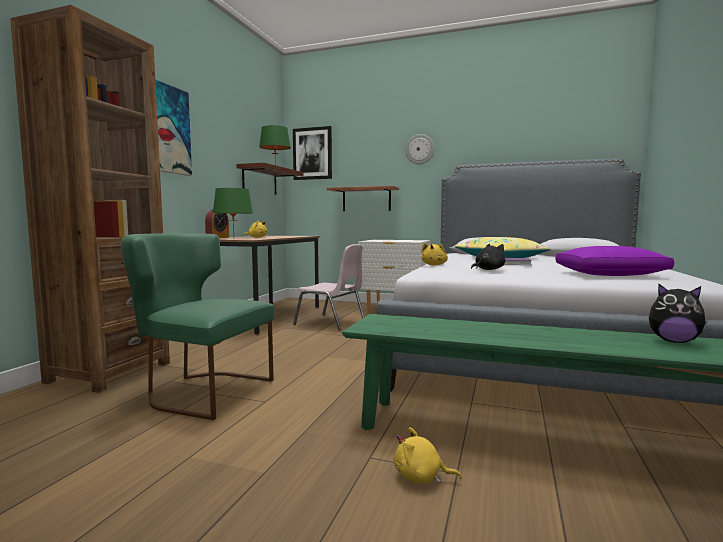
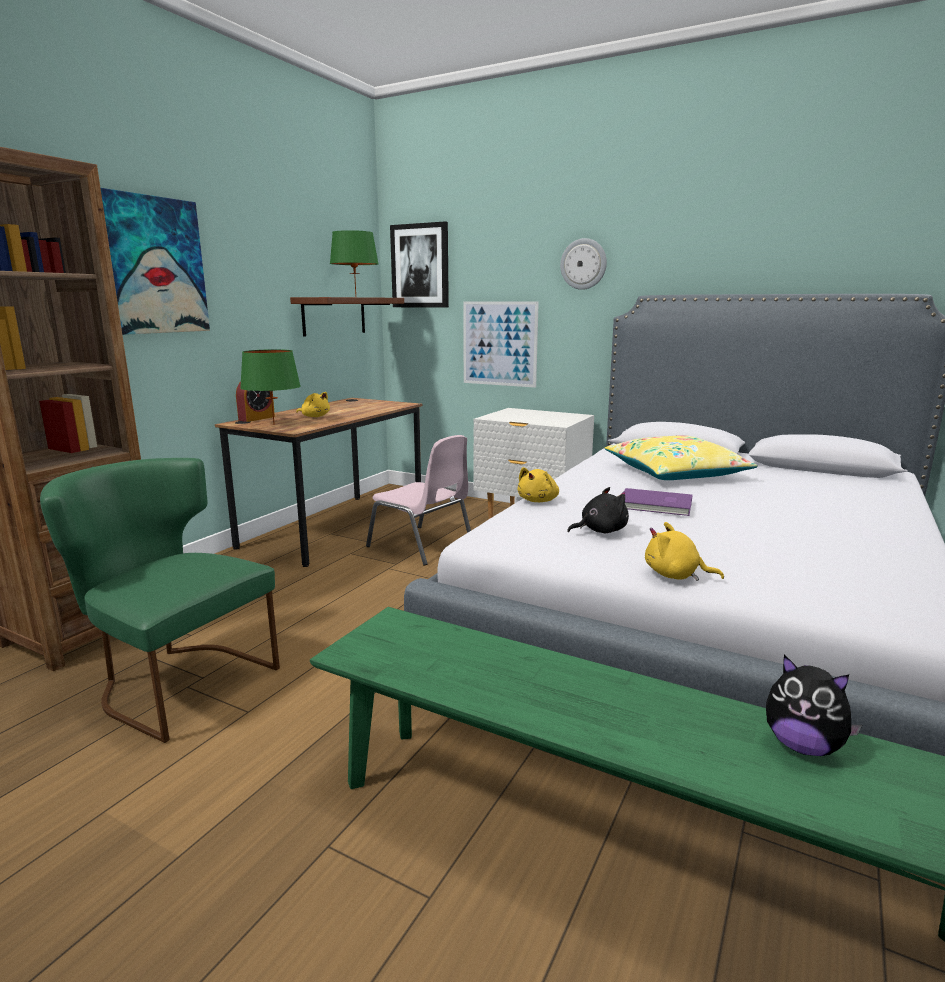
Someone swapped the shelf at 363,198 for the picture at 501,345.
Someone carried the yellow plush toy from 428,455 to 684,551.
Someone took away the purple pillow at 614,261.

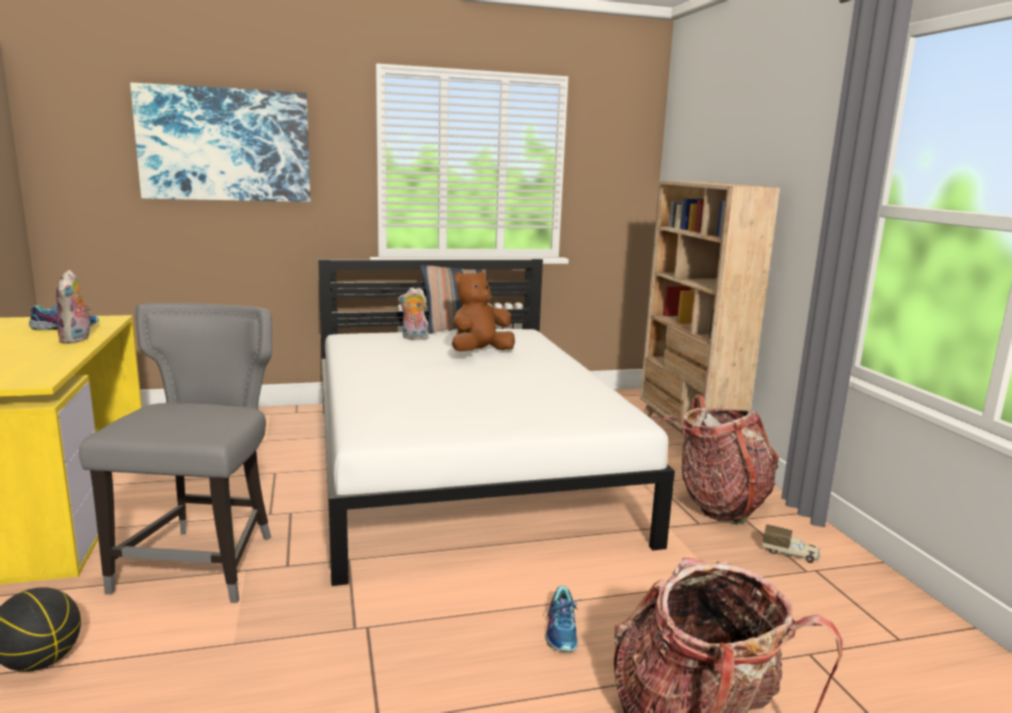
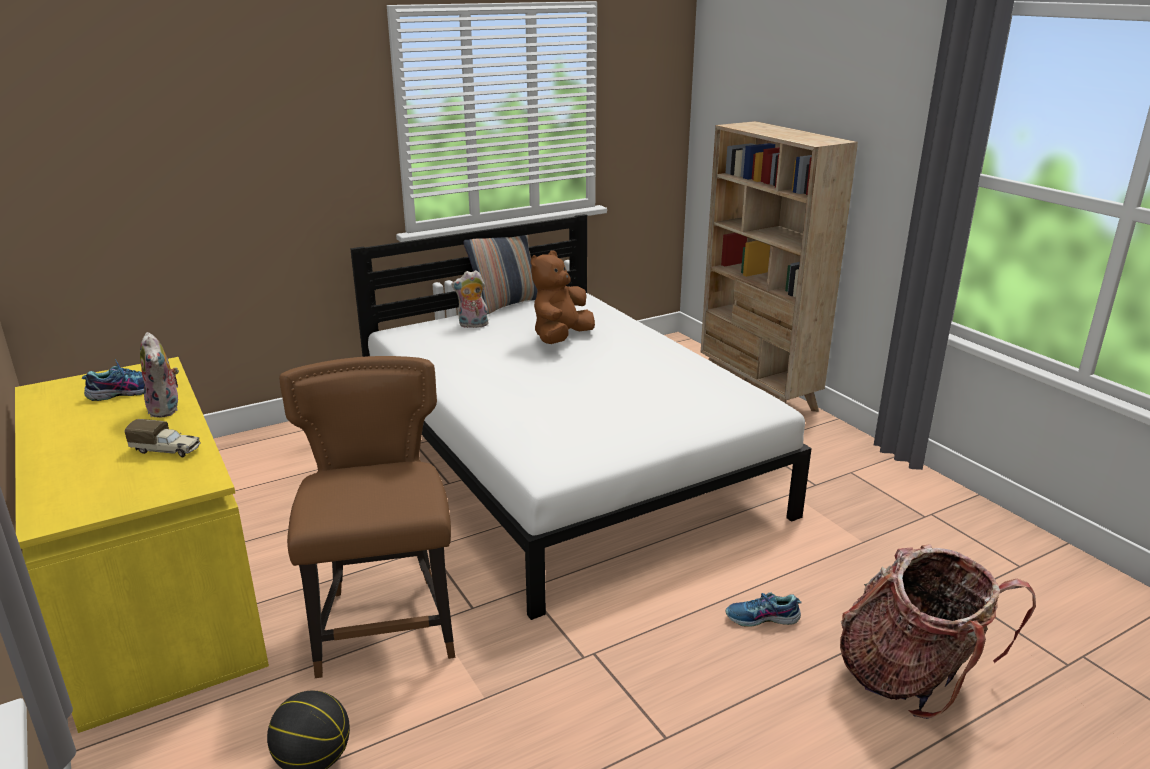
Someone repainted the grey chair at 175,453, which became the brown chair at 367,517.
Someone took away the picture at 220,142.
Someone rotated the shoe at 563,619 by 105 degrees clockwise.
Someone took away the backpack at 718,459.
Someone carried the toy truck from 791,543 to 163,438.

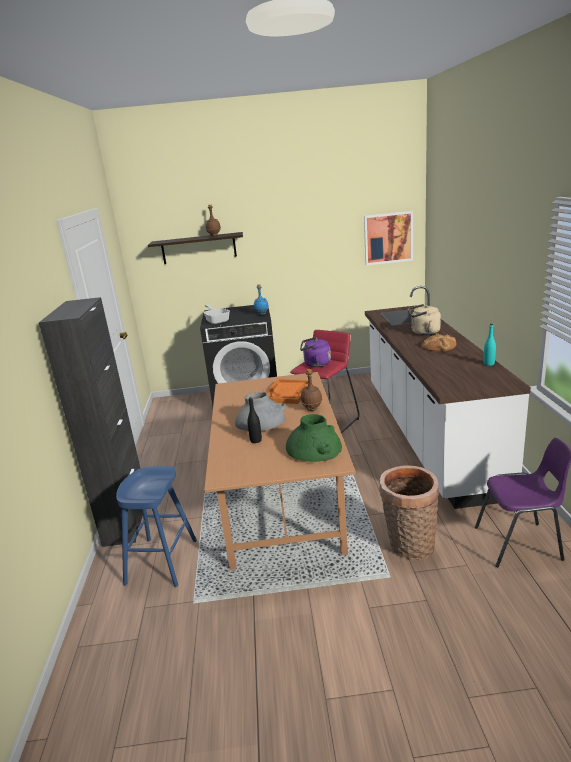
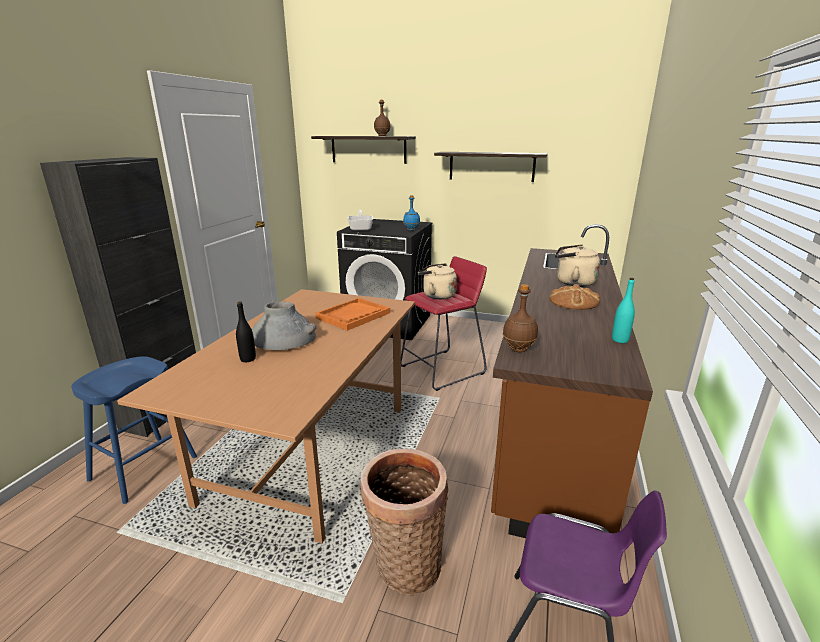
Someone took away the green vase at 314,438.
Someone repainted the purple kettle at 315,352, which became the beige kettle at 437,281.
Someone carried the brown bottle from 311,390 to 520,318.
Someone took away the picture at 388,238.
Someone repainted the white counter at 448,397, which became the brown counter at 572,381.
Someone put up the shelf at 491,167.

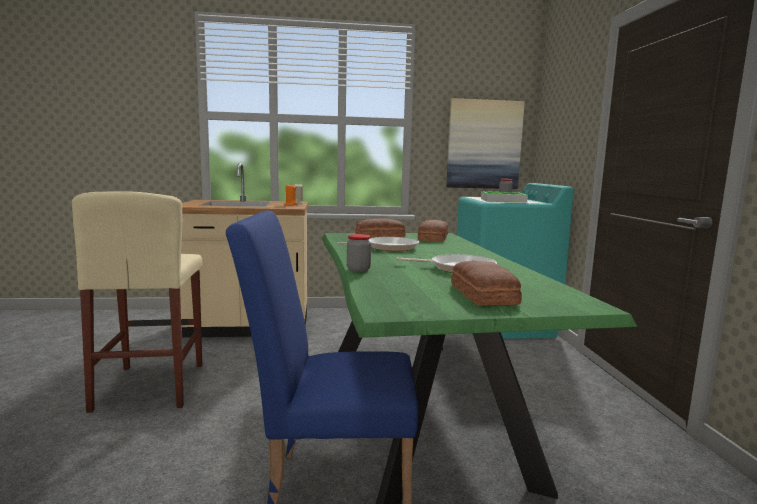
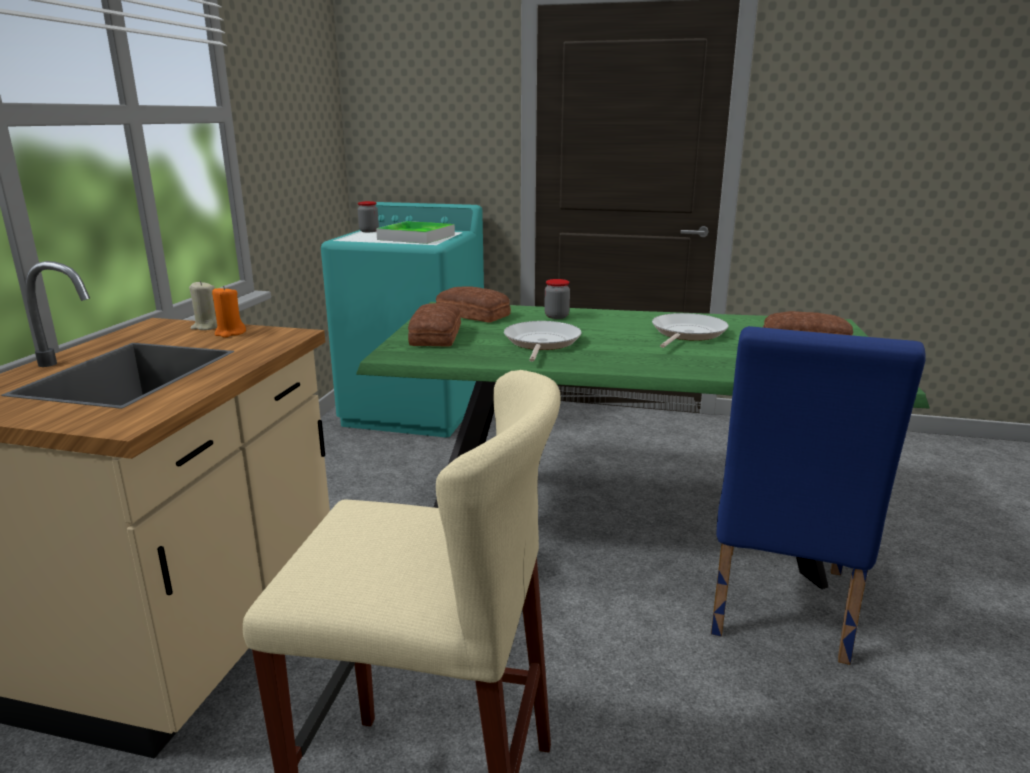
Someone carried the jar from 359,253 to 557,299.
Someone took away the picture at 485,143.

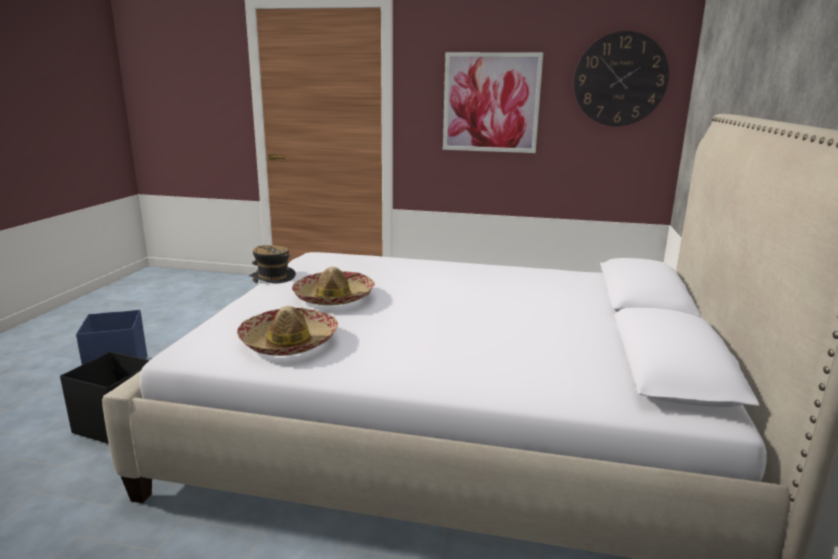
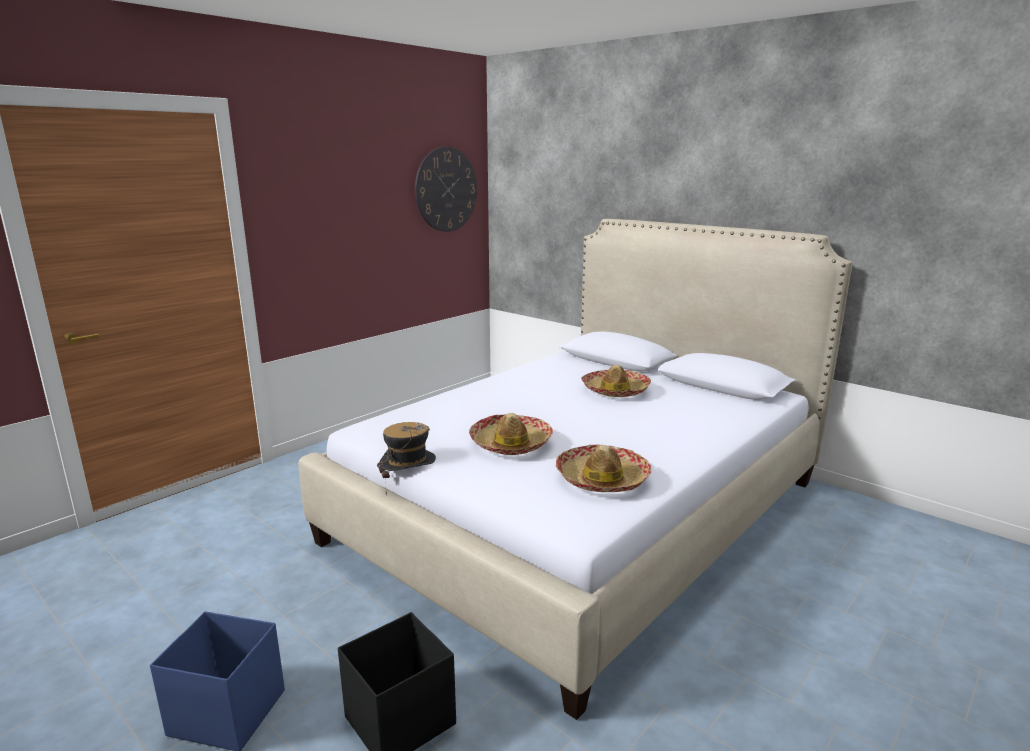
Someone took away the picture at 493,102.
Someone put down the hat at 616,381.

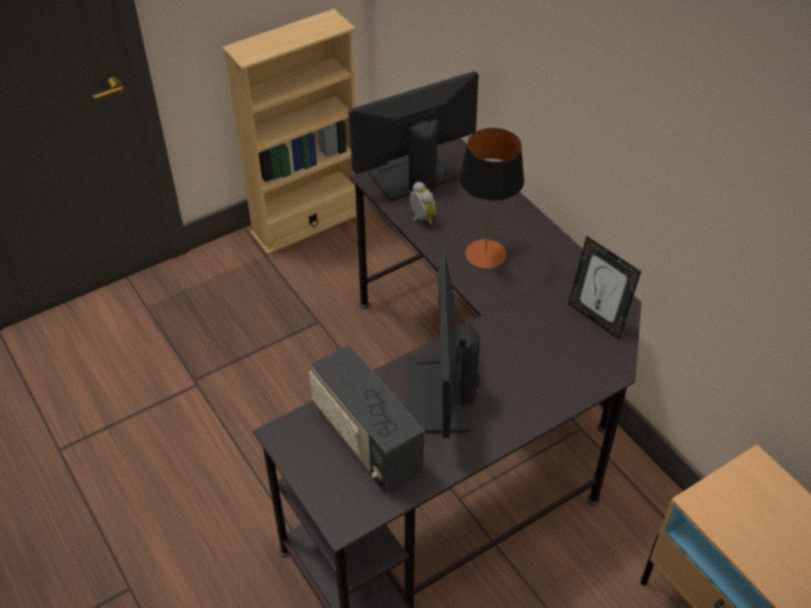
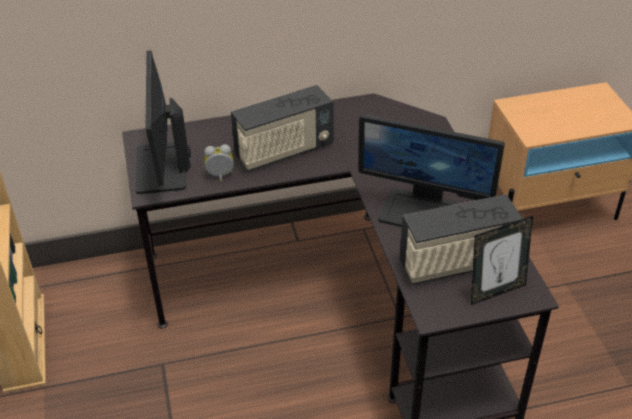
Someone swapped the table lamp at 491,198 for the radio at 282,128.
Someone carried the picture frame from 604,287 to 502,260.

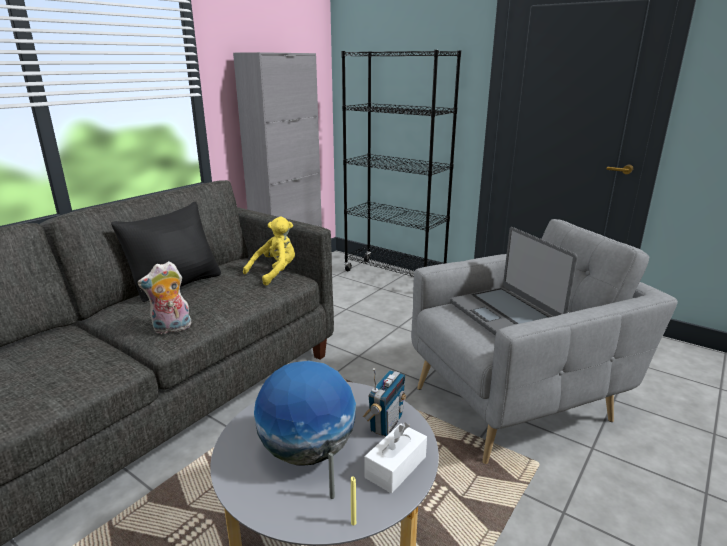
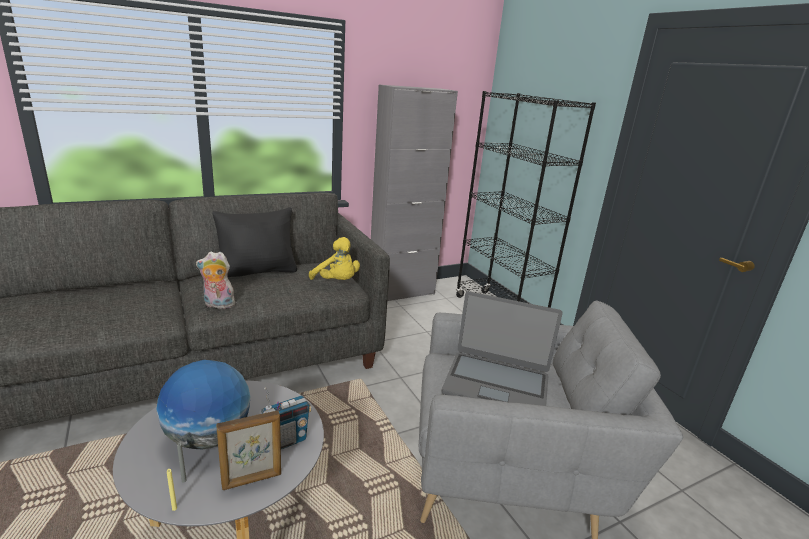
Someone rotated the yellow plush toy at 269,251 by 60 degrees clockwise.
Someone swapped the white tissue box at 395,457 for the picture frame at 248,450.
Someone rotated the laptop at 514,281 by 75 degrees counterclockwise.

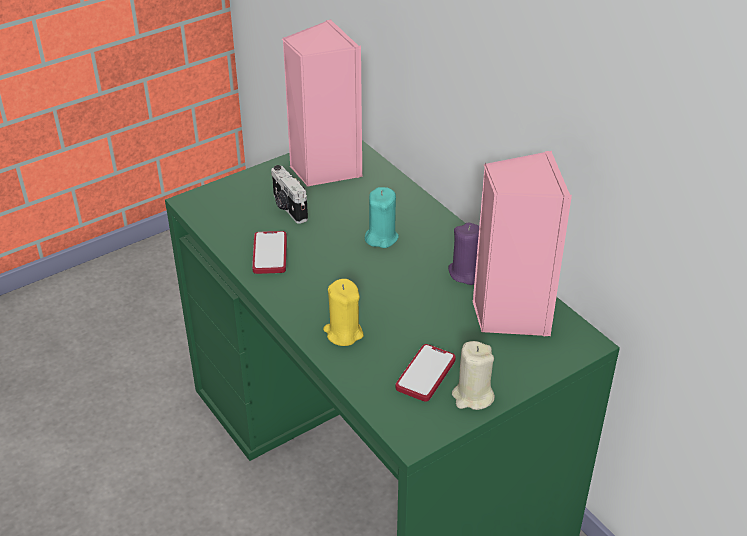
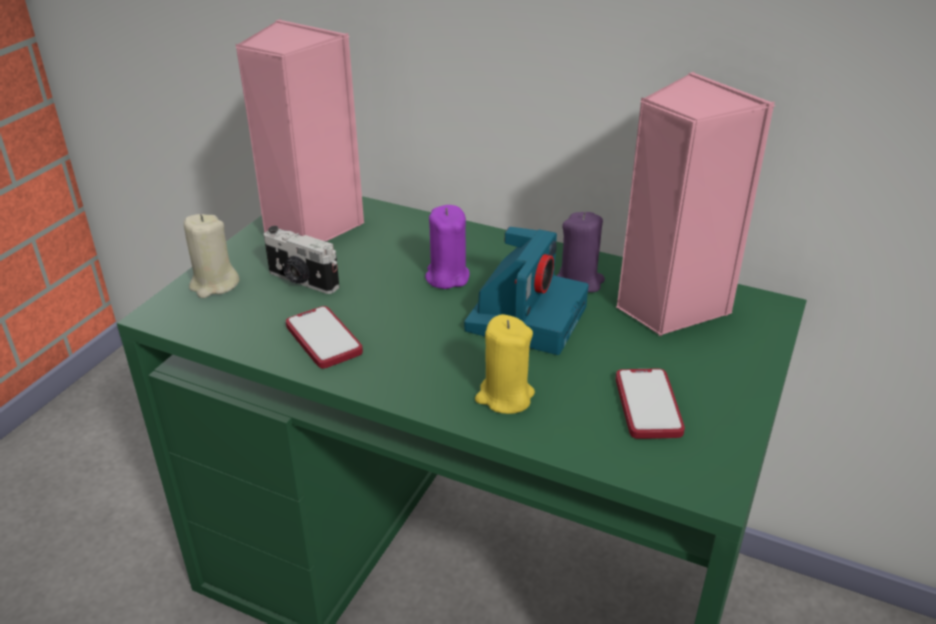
Someone repainted the turquoise candle at 382,217, which became the purple candle at 447,247.
Someone carried the beige candle from 473,375 to 211,256.
Someone put down the photo camera at 526,291.

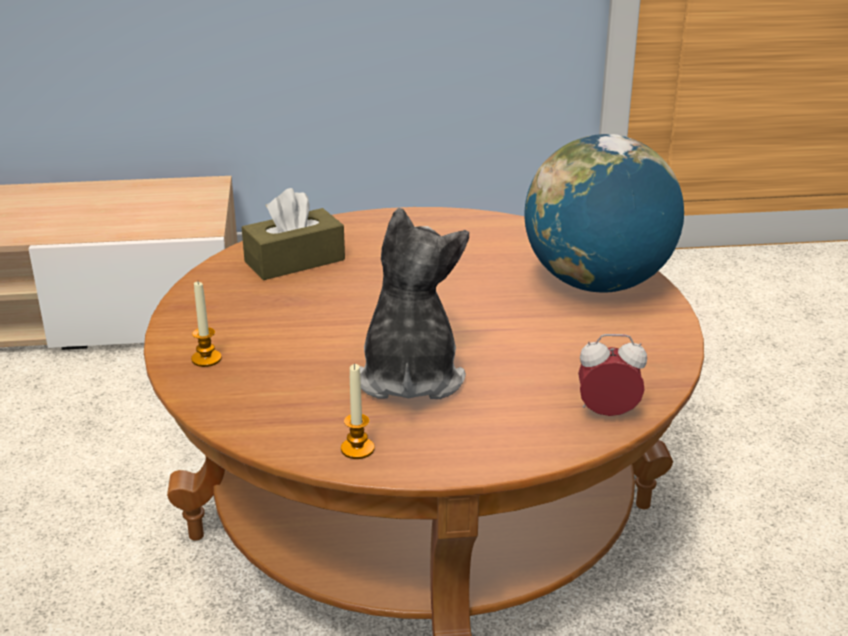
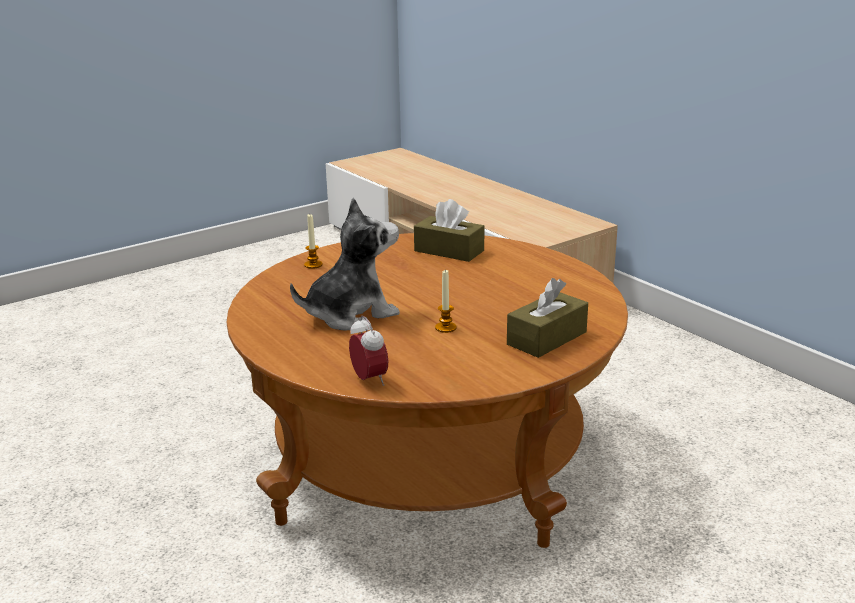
Someone carried the candle from 358,411 to 446,301.
Someone swapped the globe at 604,213 for the brown tissue box at 547,318.

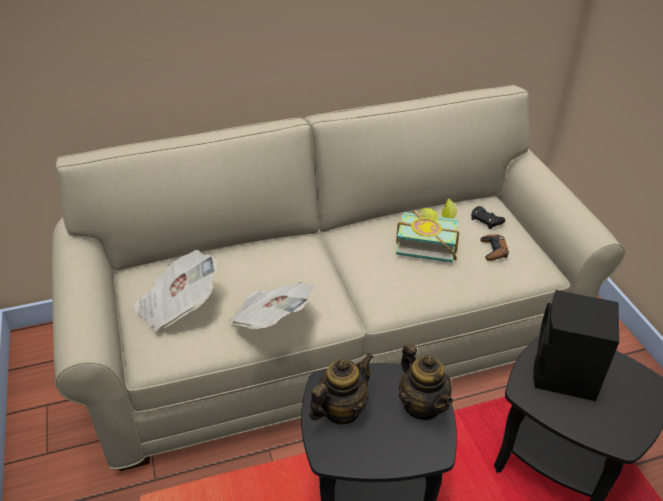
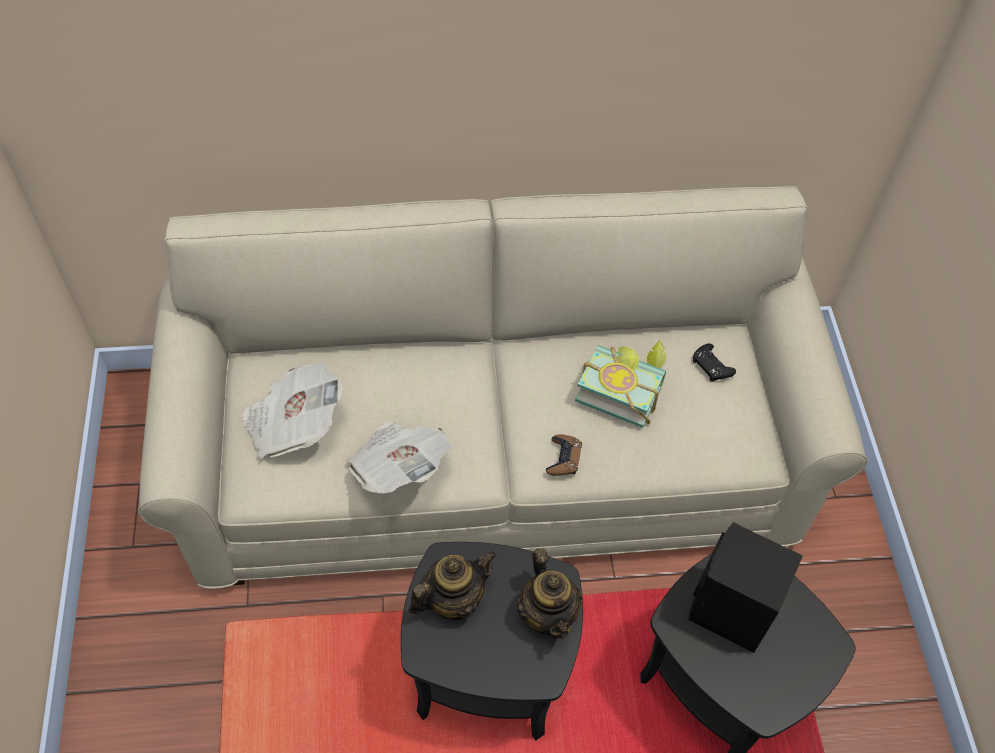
Someone carried the brown game controller from 494,247 to 564,455.

